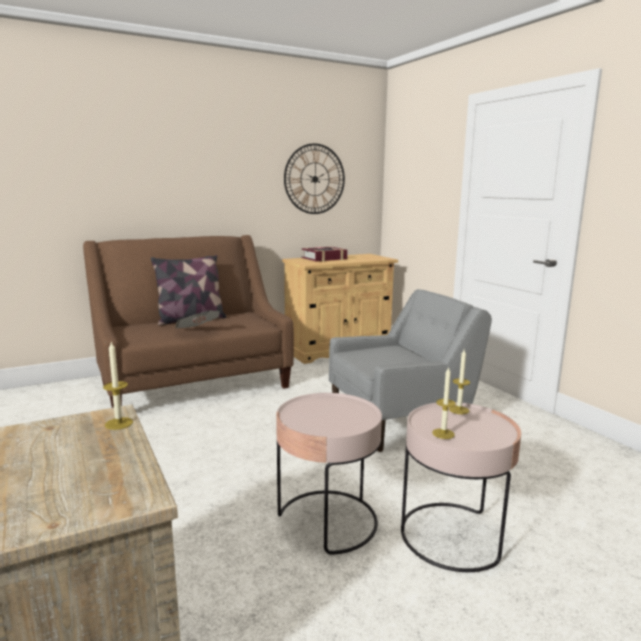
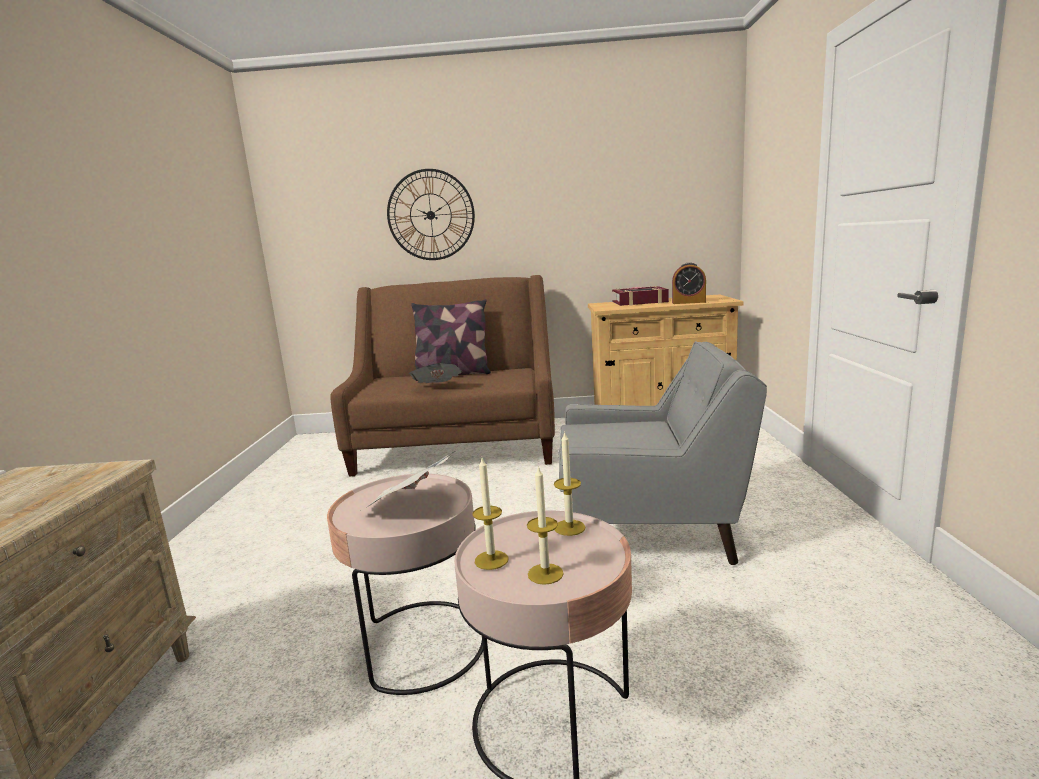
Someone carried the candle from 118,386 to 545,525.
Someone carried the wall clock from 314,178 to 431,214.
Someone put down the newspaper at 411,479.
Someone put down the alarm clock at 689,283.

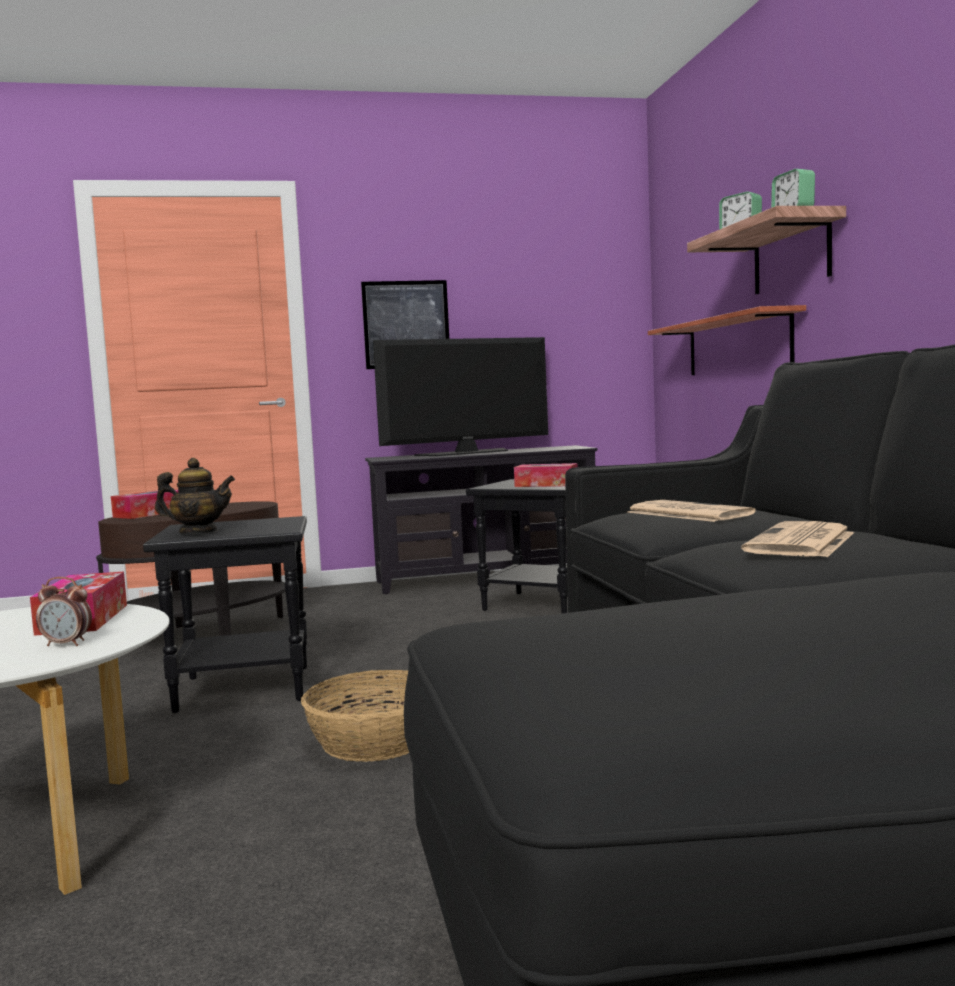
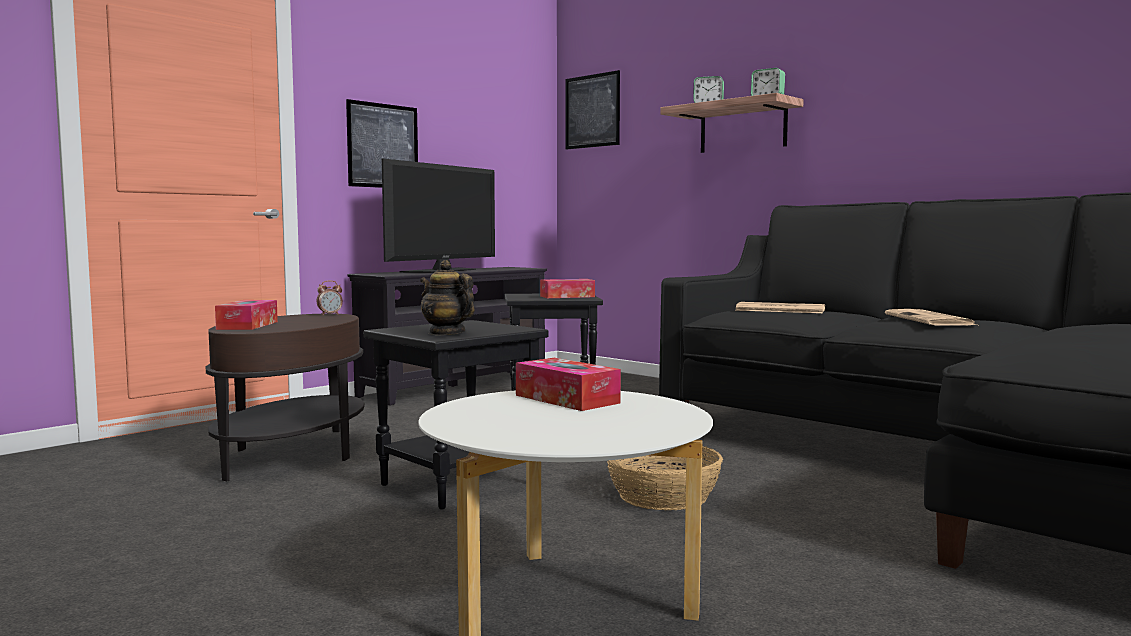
Someone carried the alarm clock from 64,611 to 329,298.
Someone rotated the teapot at 195,496 by 105 degrees counterclockwise.
Someone took away the shelf at 727,340.
Someone put up the picture at 593,109.

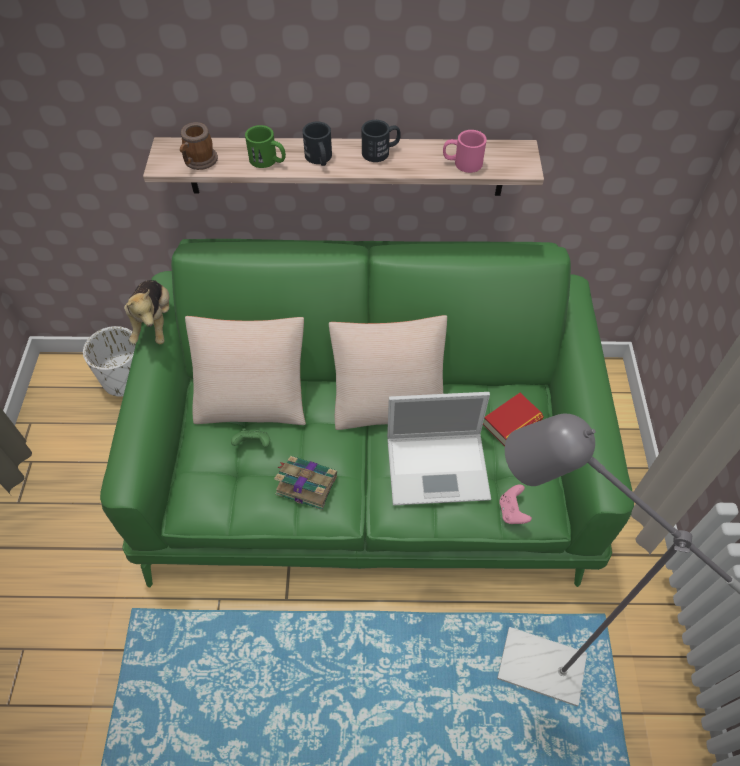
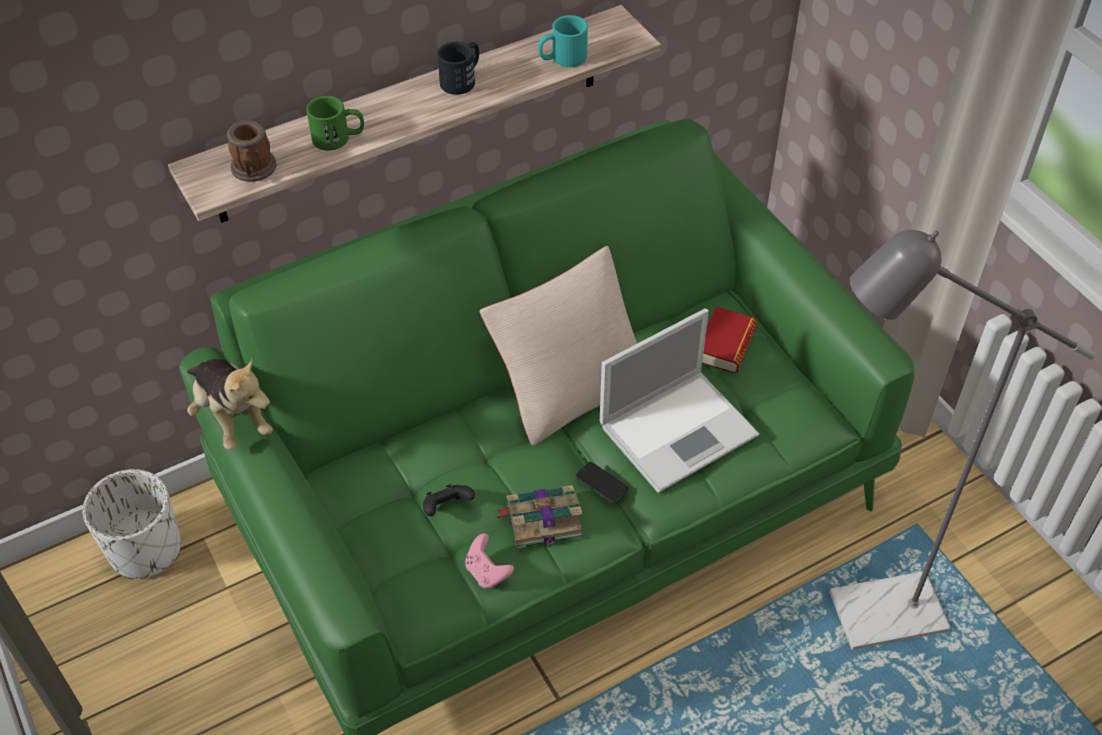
Someone took away the beige pillow at 245,370.
Someone repainted the green game controller at 250,438, which became the black game controller at 449,500.
Someone took away the black mug at 317,143.
Someone repainted the pink mug at 465,151, which became the turquoise mug at 563,41.
Someone carried the pink game controller from 515,504 to 489,561.
Someone put down the phone at 602,482.

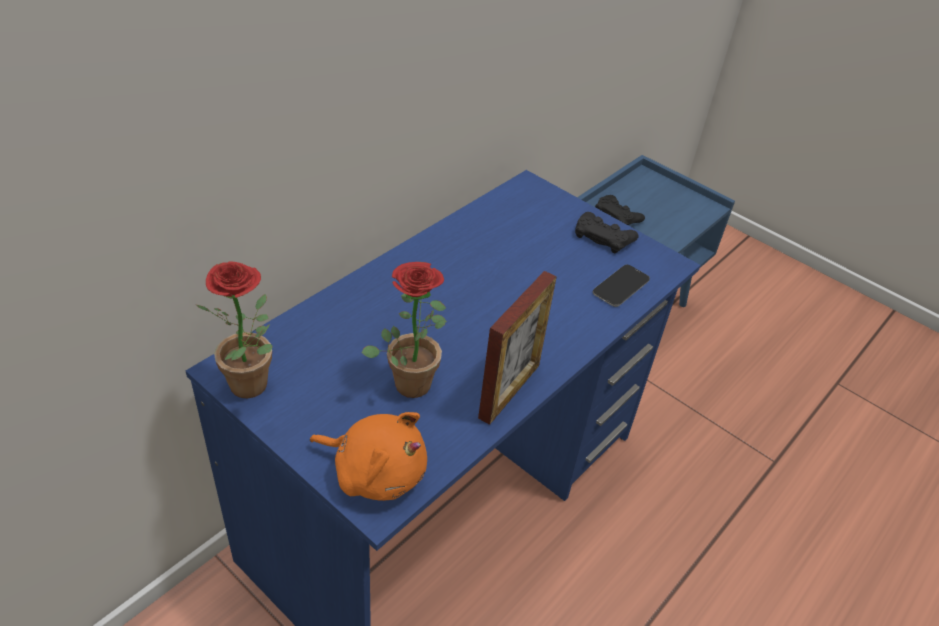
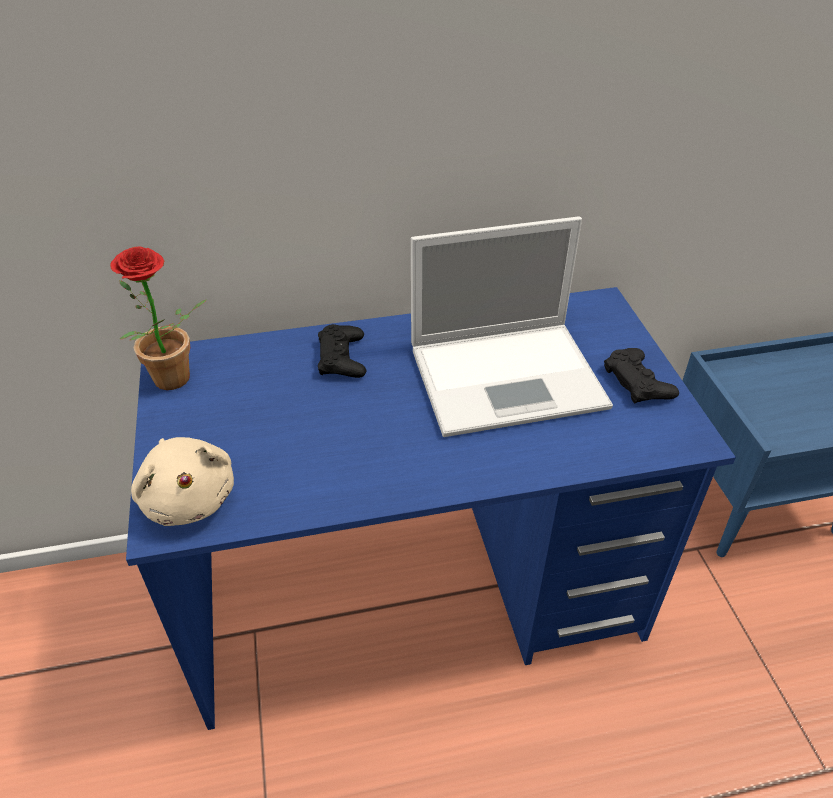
Someone repainted the orange plush toy at 368,456, which became the beige plush toy at 182,481.
Someone took away the potted plant at 404,330.
Someone took away the picture frame at 517,348.
Someone took away the phone at 621,286.
Someone carried the black game controller from 620,210 to 342,351.
Someone put down the laptop at 512,326.

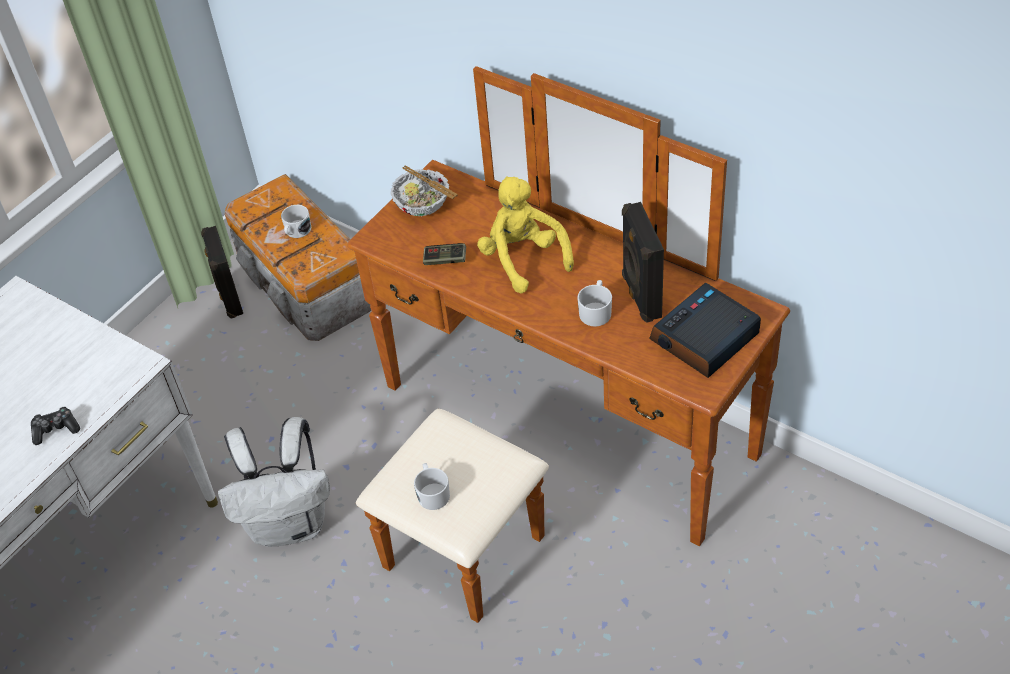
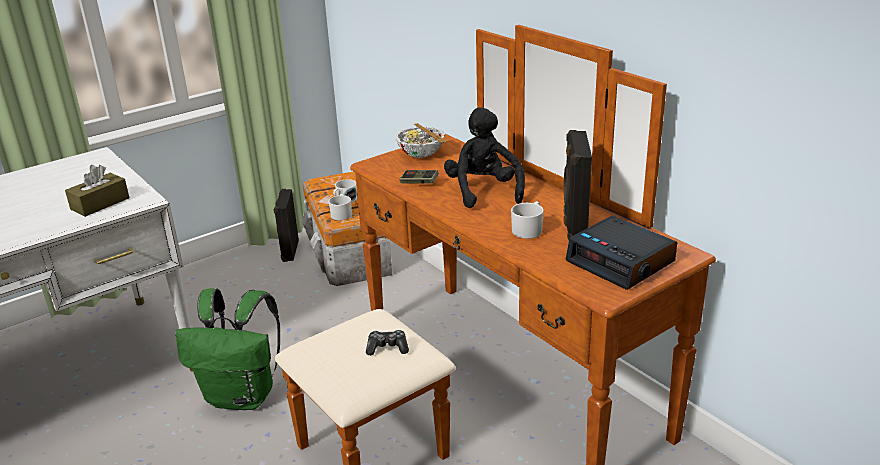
Someone carried the game controller from 55,426 to 387,342.
Someone repainted the white backpack at 274,482, which became the green backpack at 227,349.
Someone carried the white mug from 432,486 to 340,207.
Someone repainted the yellow plush toy at 525,235, which became the black plush toy at 484,157.
Someone rotated the alarm clock at 705,330 by 105 degrees counterclockwise.
Someone put down the brown tissue box at 97,191.

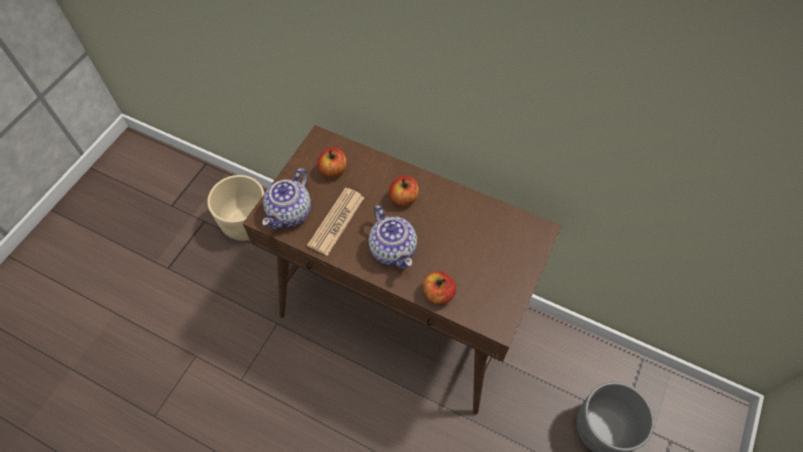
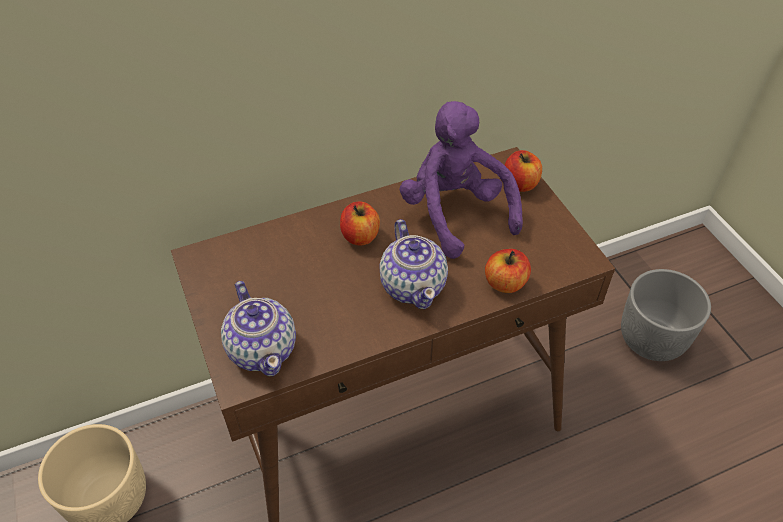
Someone took away the newspaper at 336,222.
Someone carried the apple from 332,162 to 523,171.
Someone rotated the teapot at 392,237 by 60 degrees clockwise.
Someone put down the purple plush toy at 461,180.

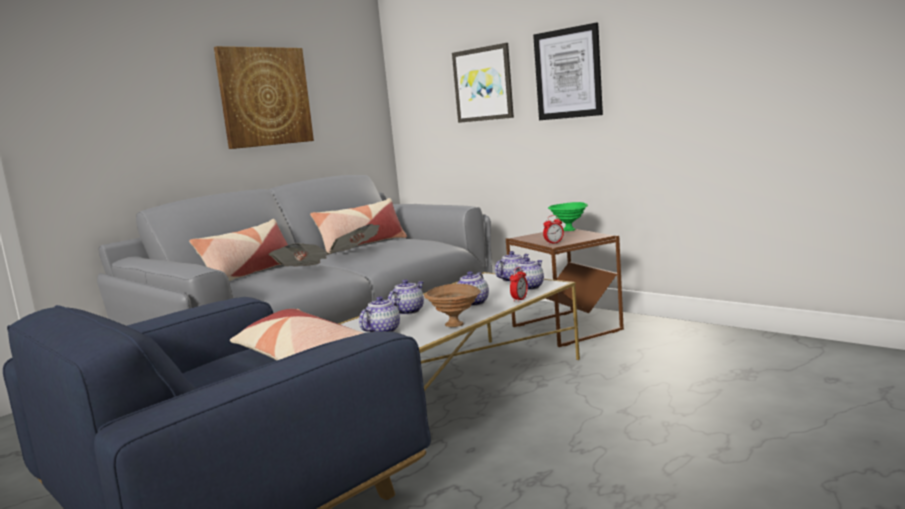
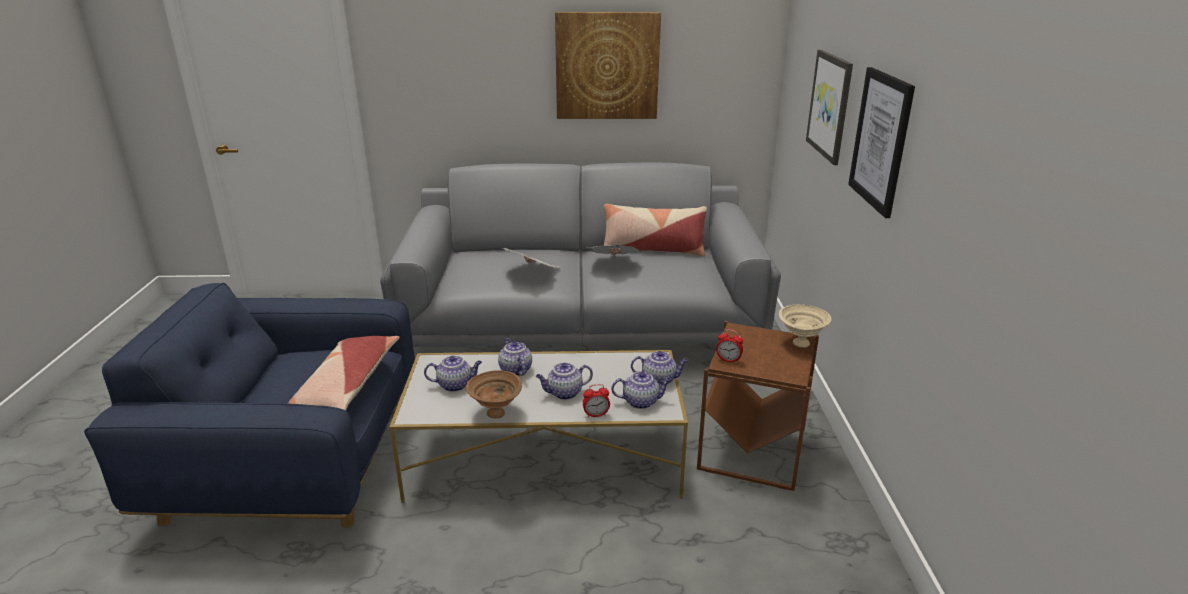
Someone took away the pillow at 238,250.
Someone rotated the teapot at 406,297 by 105 degrees counterclockwise.
Someone repainted the green bowl at 568,216, which became the beige bowl at 805,326.

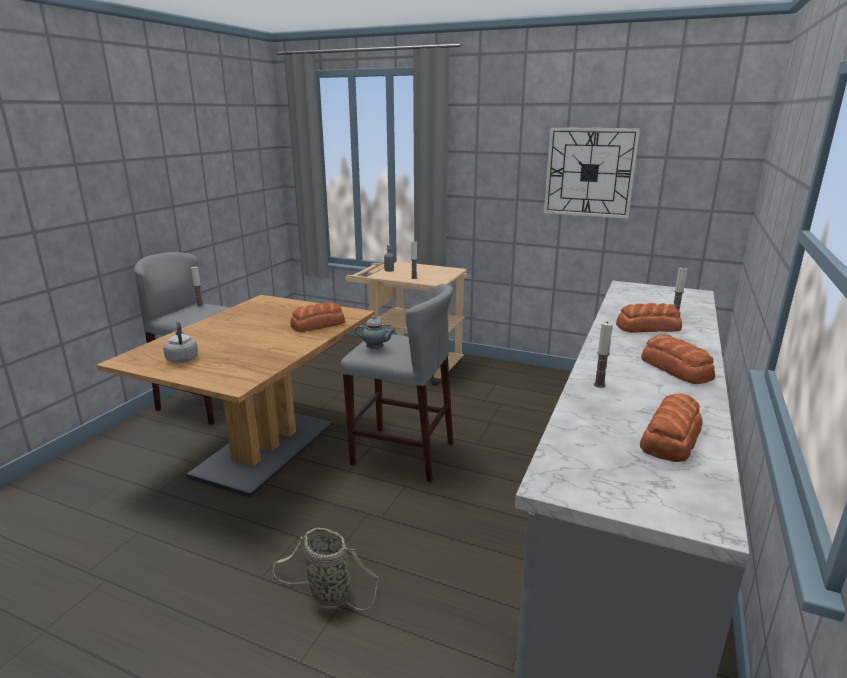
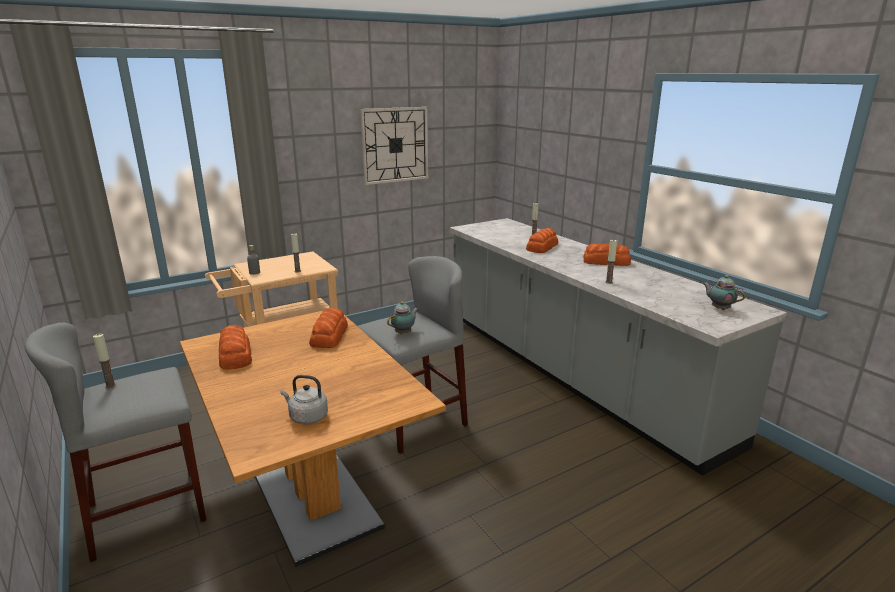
Someone took away the basket at 325,569.
Someone carried the bread from 671,427 to 235,347.
Someone put down the teapot at 723,292.

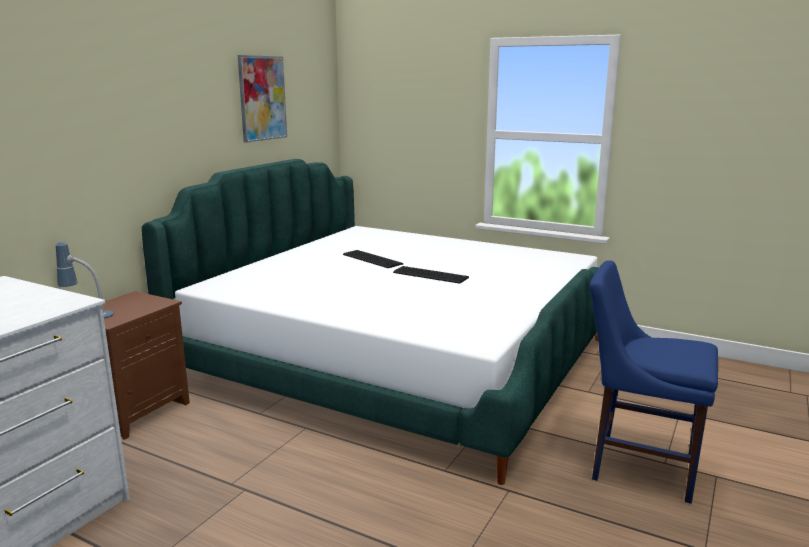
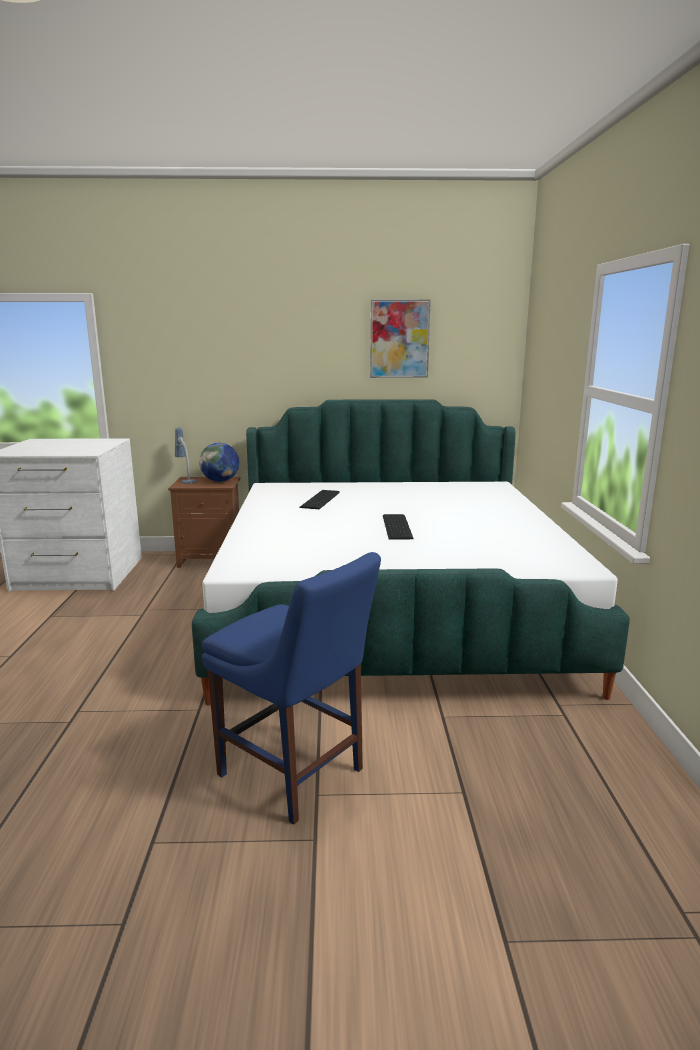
Someone carried the keyboard from 373,259 to 319,499.
Someone rotated the blue chair at 654,382 by 135 degrees clockwise.
Someone put down the globe at 219,462.

